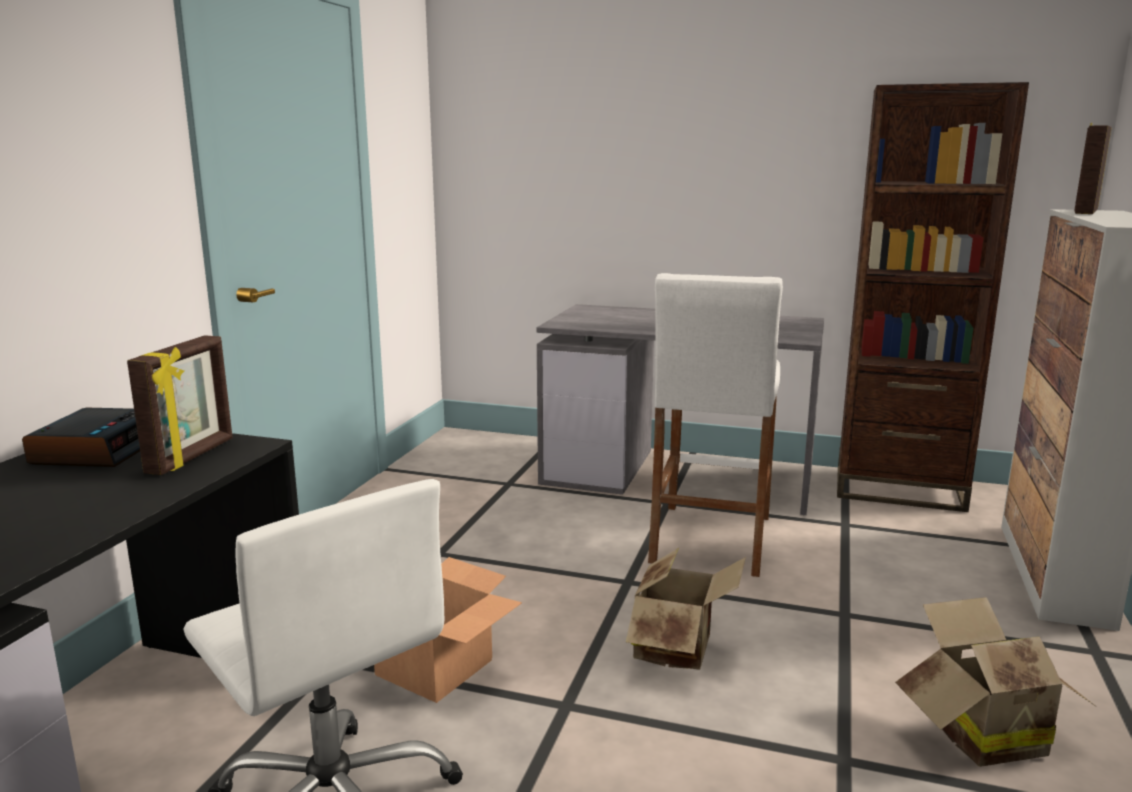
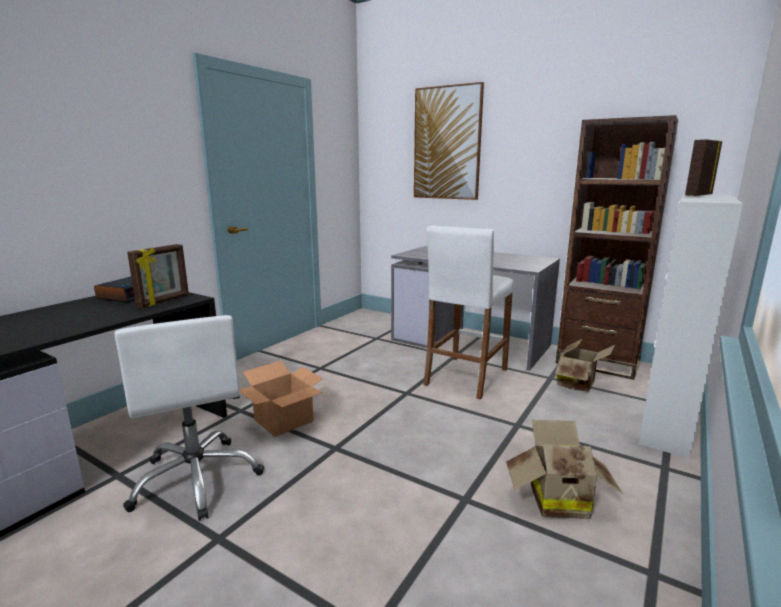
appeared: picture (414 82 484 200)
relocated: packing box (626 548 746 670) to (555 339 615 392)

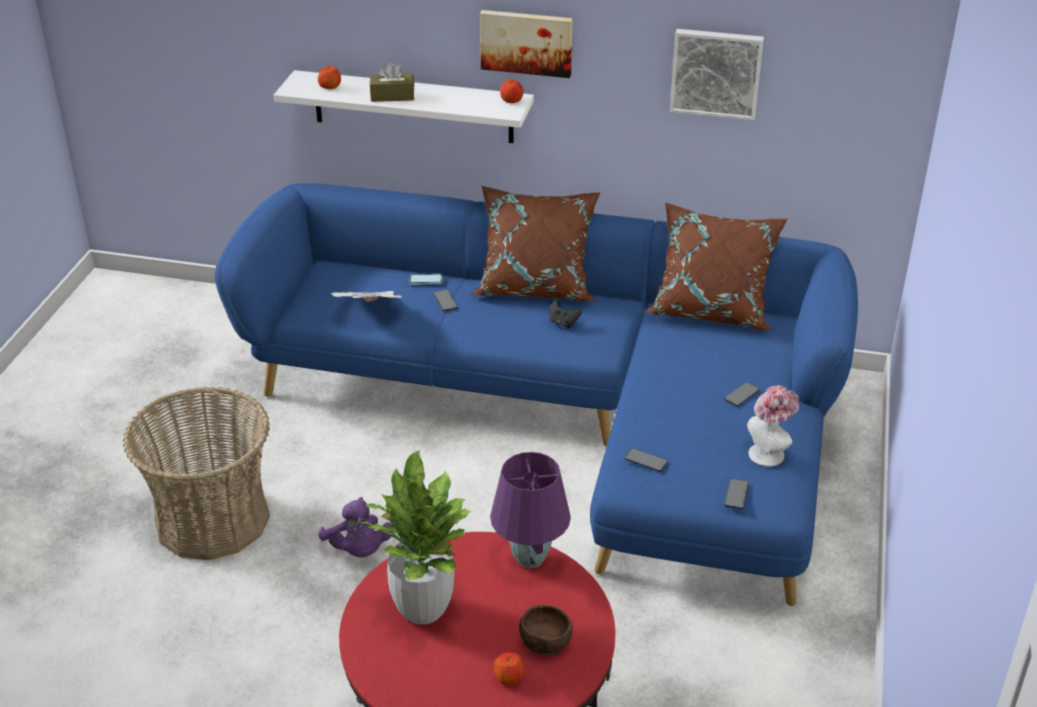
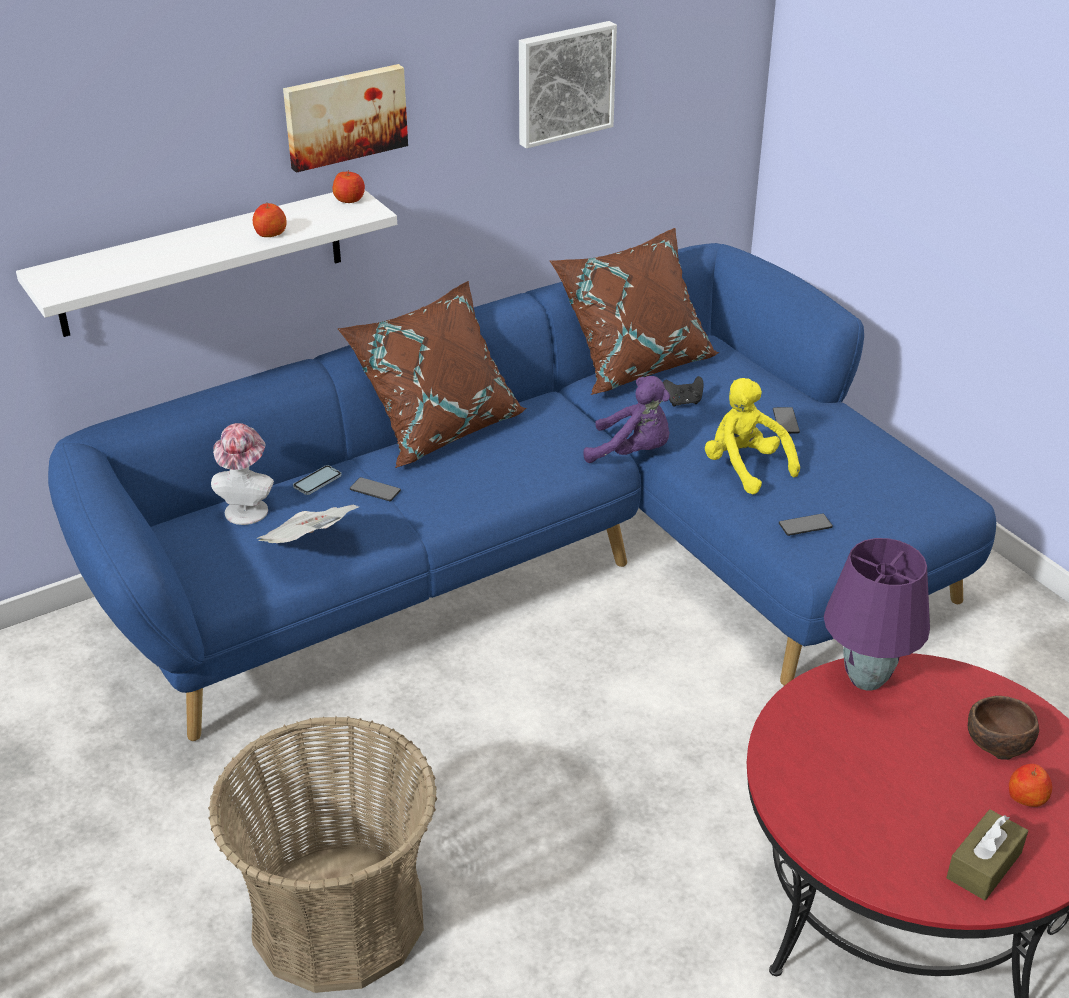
missing: houseplant (353 450 471 625); handset (725 478 749 509)
appeared: plush toy in yellow (705 378 800 494)
relocated: box of tissues in brown-coloured (370 62 414 102) to (946 809 1028 900); whole apple (318 65 341 89) to (253 203 287 237); game controller in blackish (549 300 582 328) to (663 376 704 407); clothing hat (747 385 799 467) to (211 423 274 525); plush toy in purple (318 497 393 557) to (584 376 670 463)

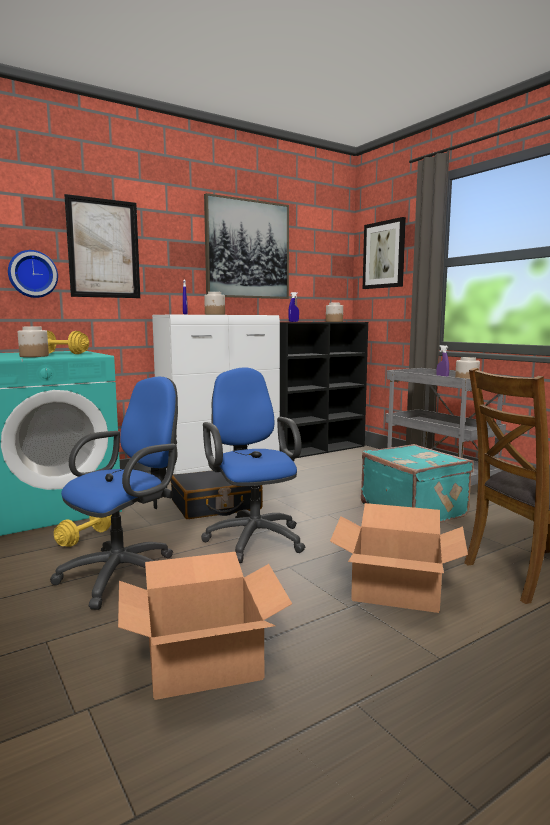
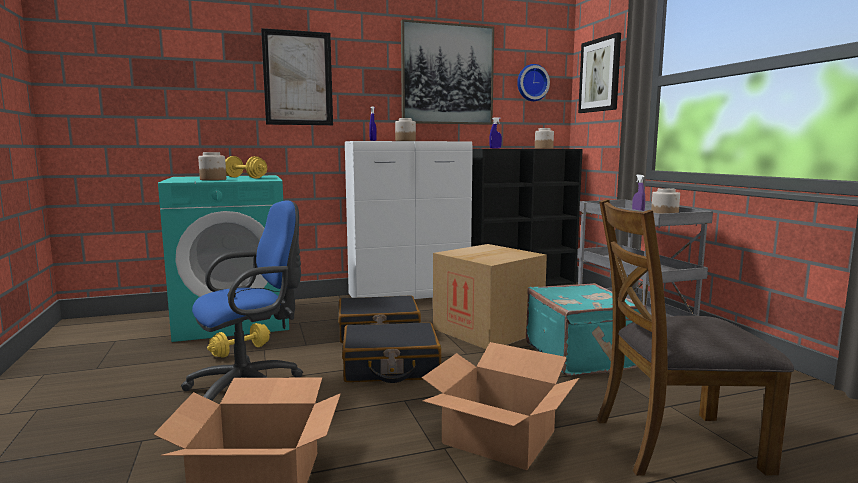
appeared: packing box (433 244 547 349)
relocated: clock on the wall (8 250 58 298) to (517 64 550 101)
exchanged: desk chair in bluish (201 367 305 563) to suitcase in blackish (342 322 441 383)

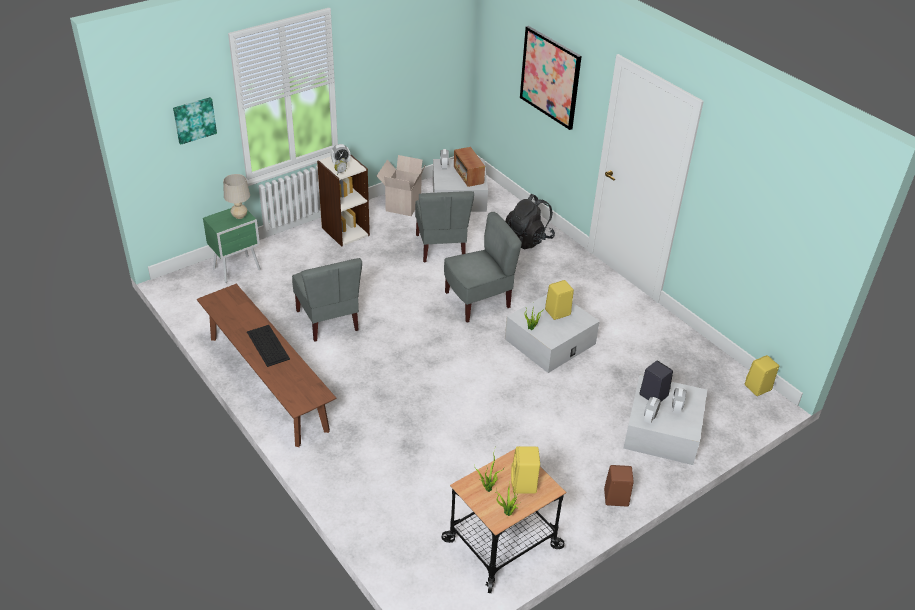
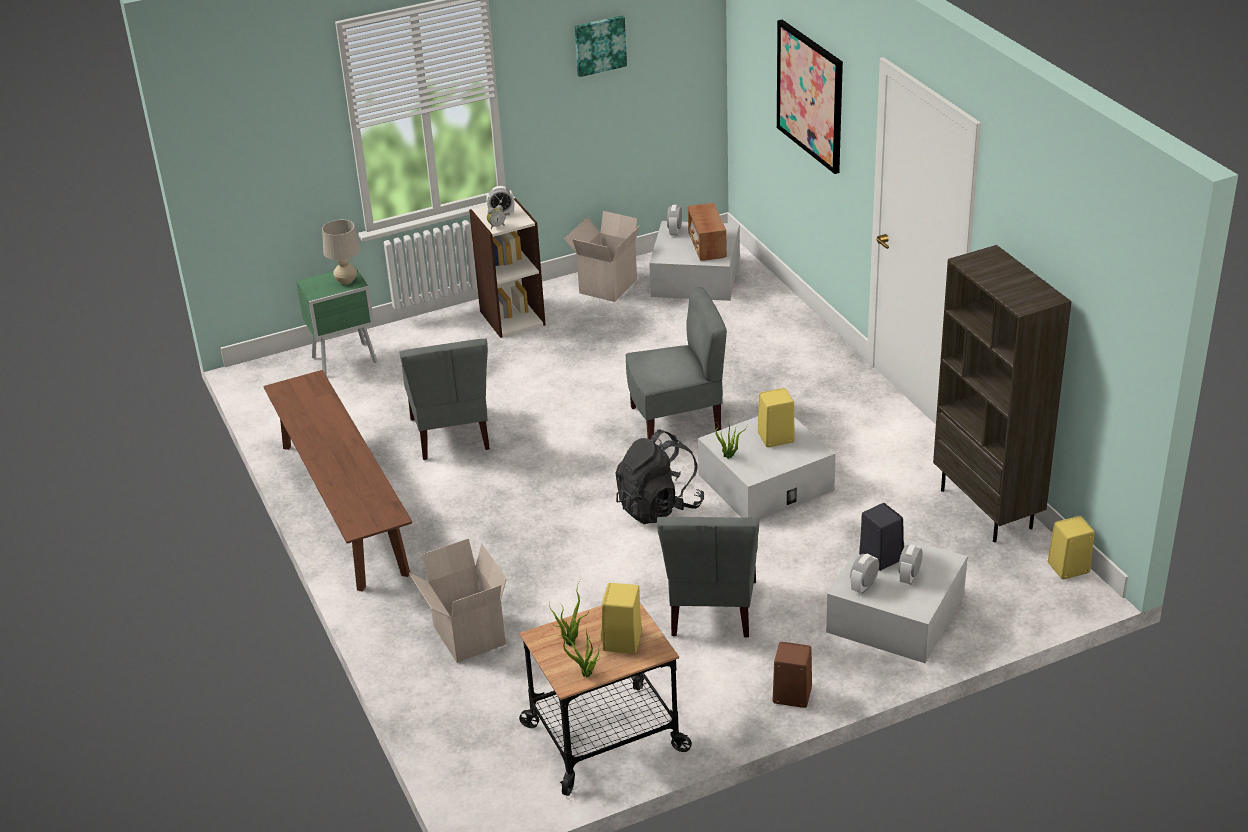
missing: keyboard (247 325 290 367)
appeared: bookcase in brown-coloured (933 245 1072 542); packing box (409 538 507 663)
relocated: picture (173 97 217 144) to (575 16 627 77); plain chair in gray (415 191 474 262) to (657 517 759 638); backpack in blackish (505 194 555 249) to (616 429 704 524)

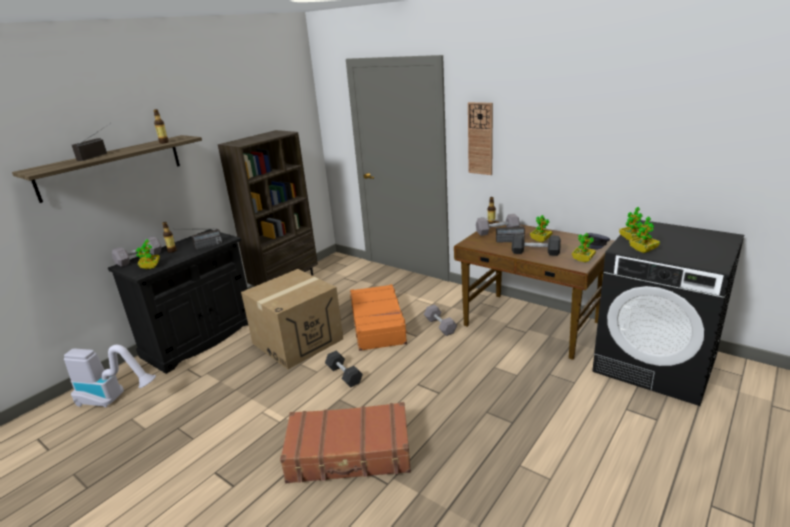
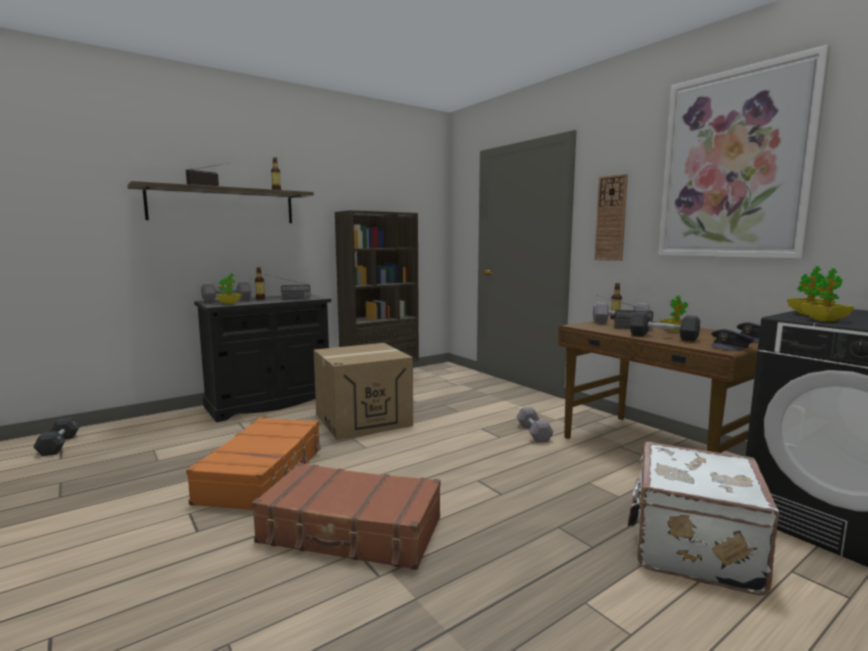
missing: vacuum cleaner (64 345 156 407)
appeared: picture (658 45 831 259); suitcase in white-coloured (628 442 780 595)
relocated: suitcase in orangey (350 284 409 351) to (186 417 321 510); free weight in blackish (325 351 363 387) to (33 417 80 456)
exchanged: houseplant (572 233 596 262) to baseball cap in gray (711 329 755 351)

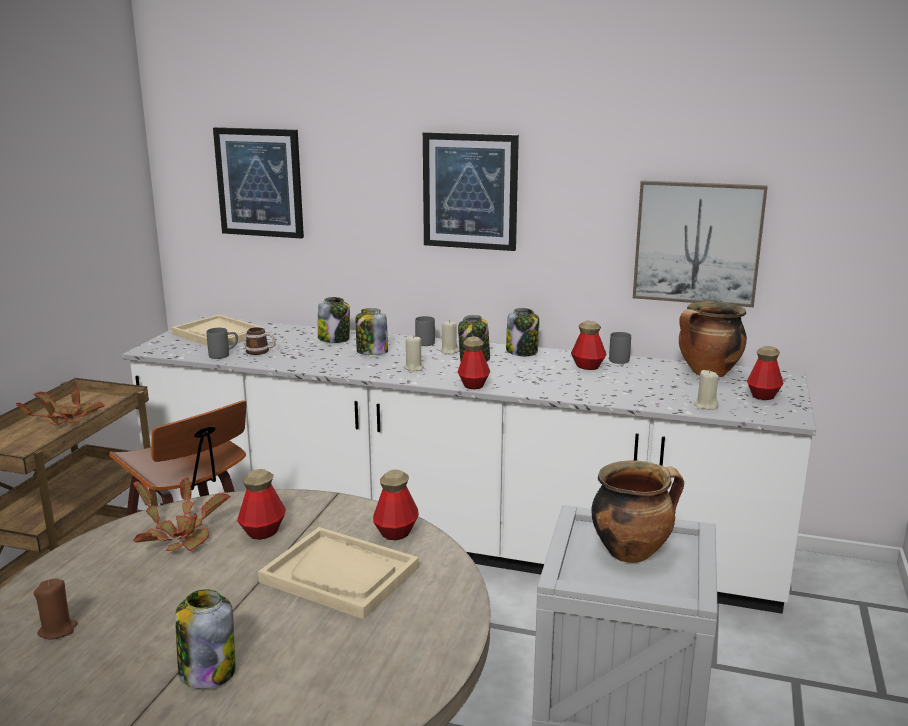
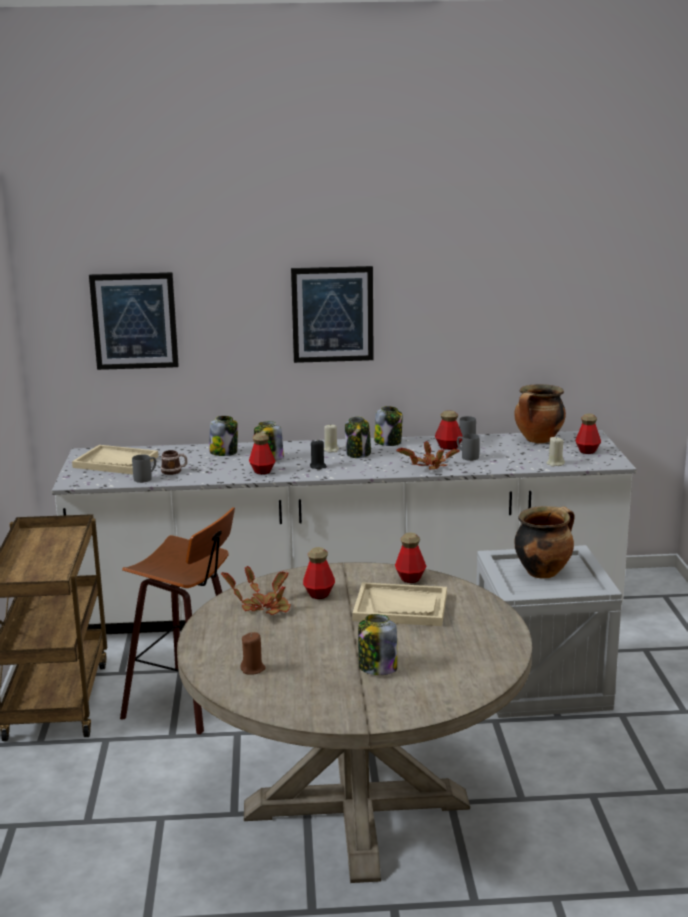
missing: picture (633 180 768 307)
relocated: tea mug in gray (415 316 435 346) to (457 434 480 461); drink bottle (458 337 490 389) to (249 433 275 475); houseplant (16 388 105 425) to (397 441 460 470)
colour: candle in beige (404 335 424 371) to candle in blackish (310 439 327 469)

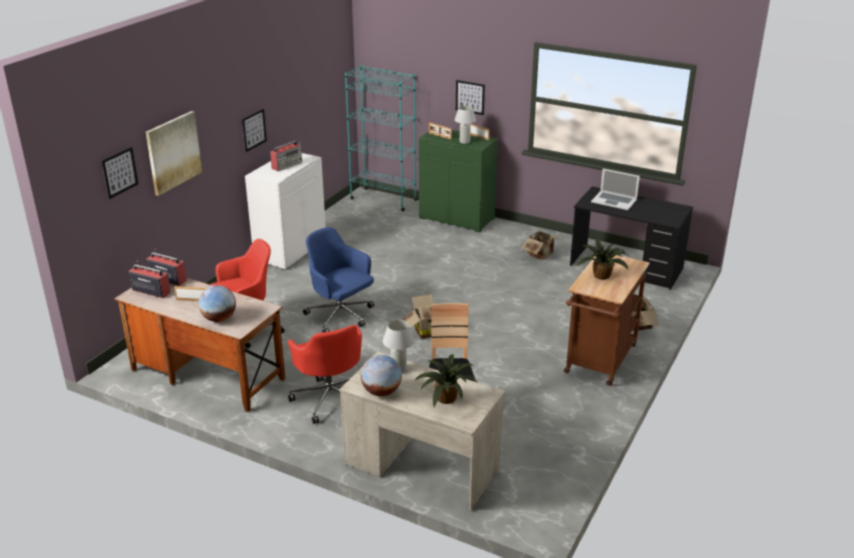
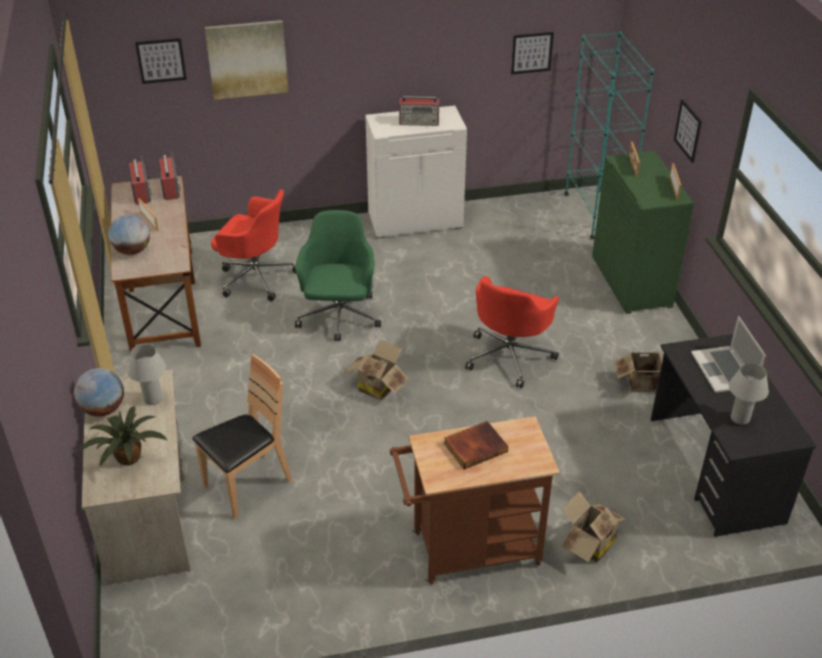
relocated: table lamp in white-coloured (455 105 476 144) to (729 363 769 425); picture (242 109 267 152) to (511 32 554 75); desk chair in reddish (288 325 362 424) to (465 276 559 388)
exchanged: houseplant (578 239 629 280) to bound book (444 421 508 470)
colour: desk chair in bluish (303 227 374 332) to desk chair in green-coloured (295 210 381 341)

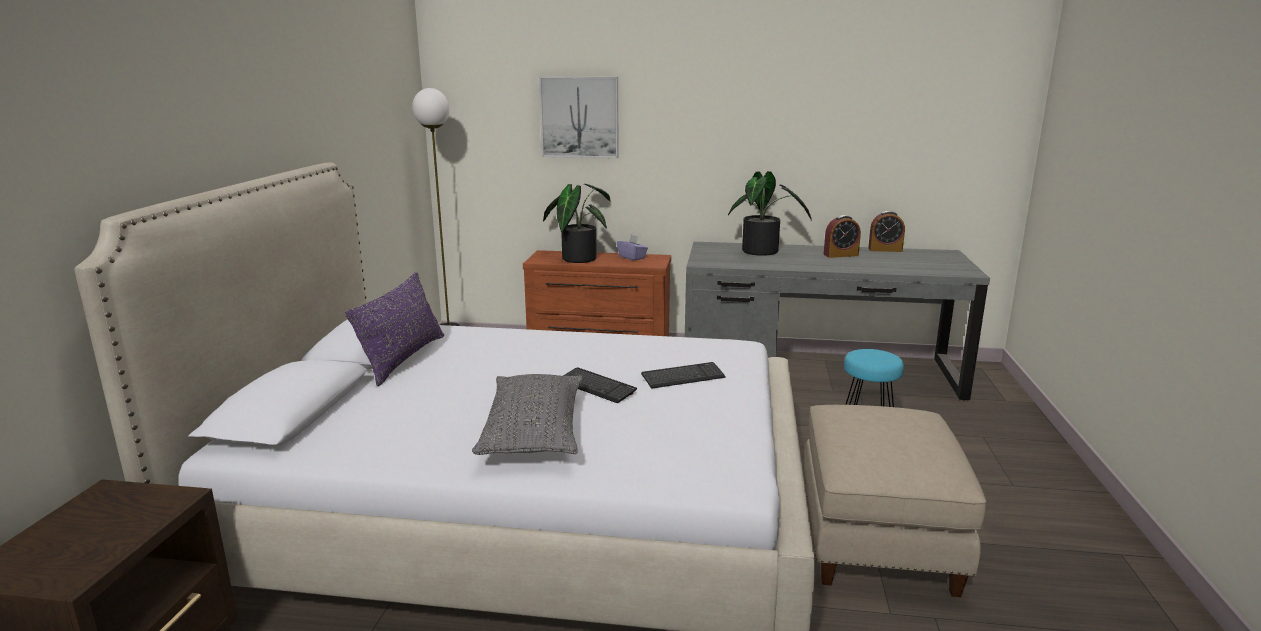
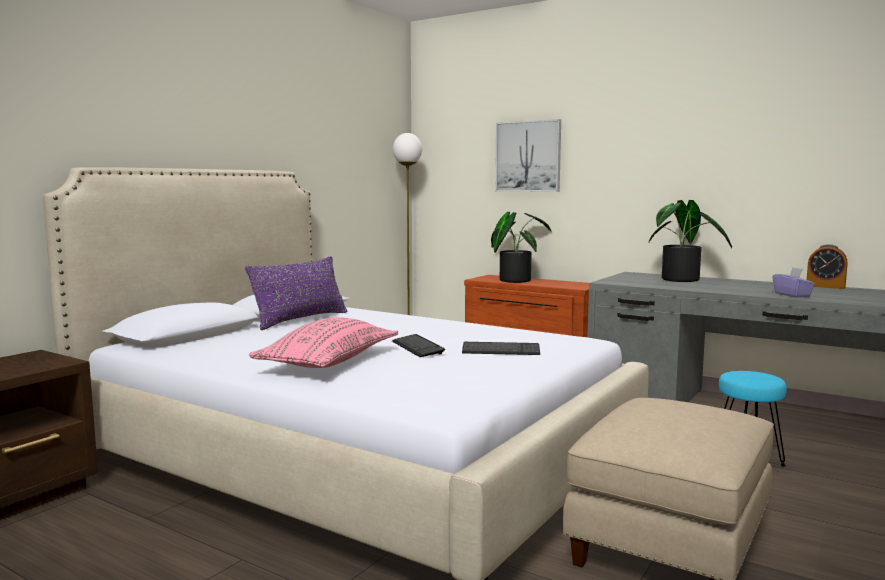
missing: table clock (823 215 861 258)
relocated: box of tissues in purple (617 235 648 261) to (772 268 815 297)
colour: pillow in gray (472 374 582 455) to pillow in pinkish (249 317 398 368)

